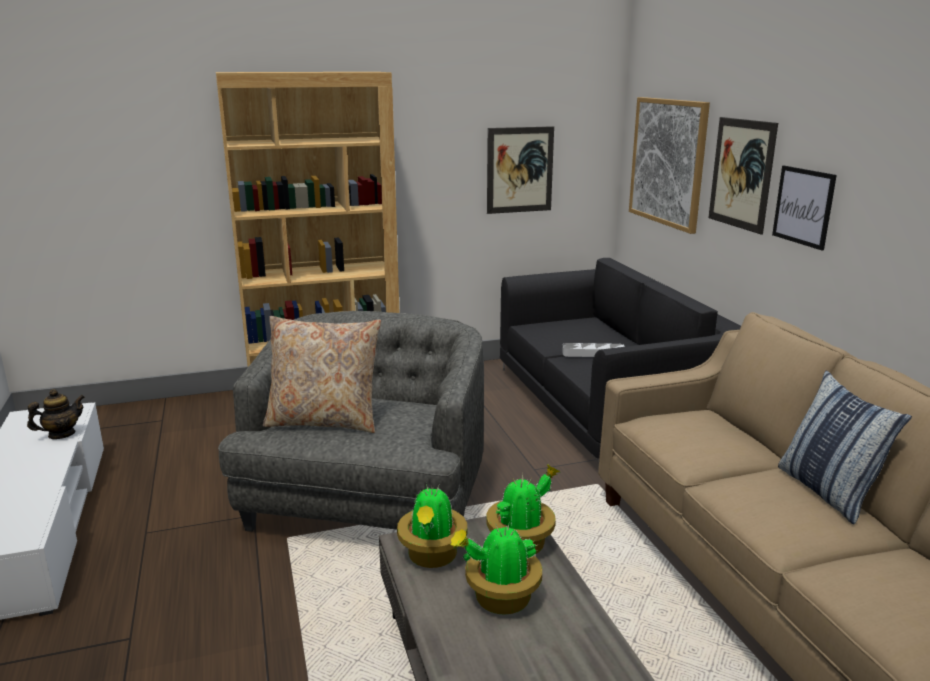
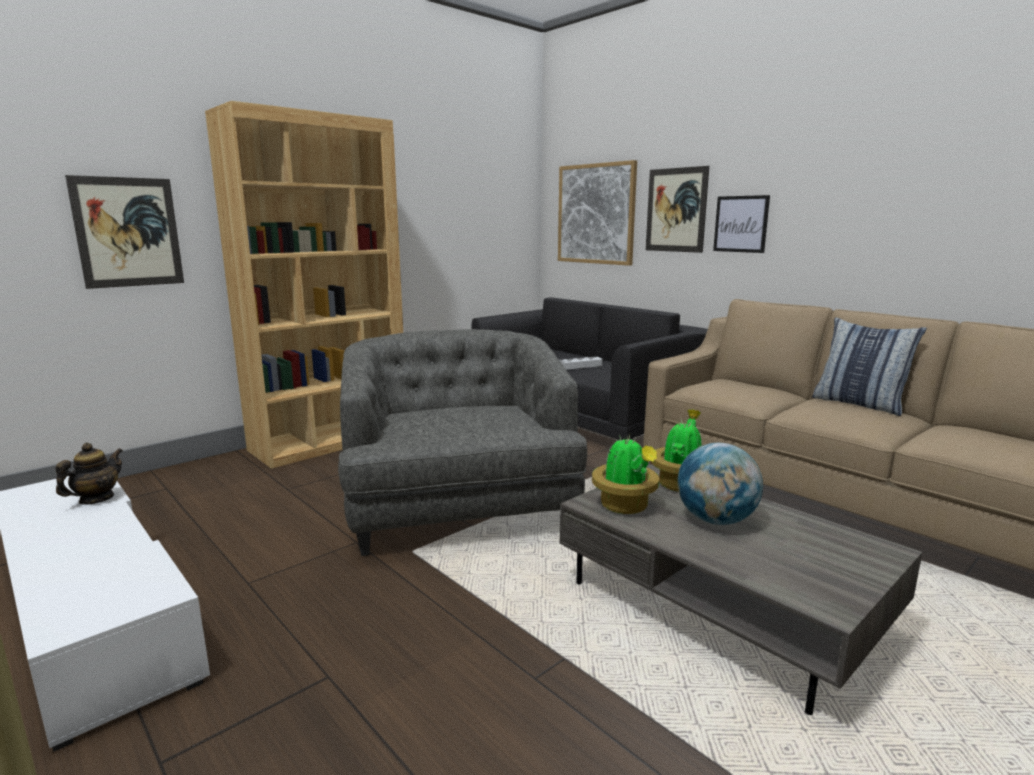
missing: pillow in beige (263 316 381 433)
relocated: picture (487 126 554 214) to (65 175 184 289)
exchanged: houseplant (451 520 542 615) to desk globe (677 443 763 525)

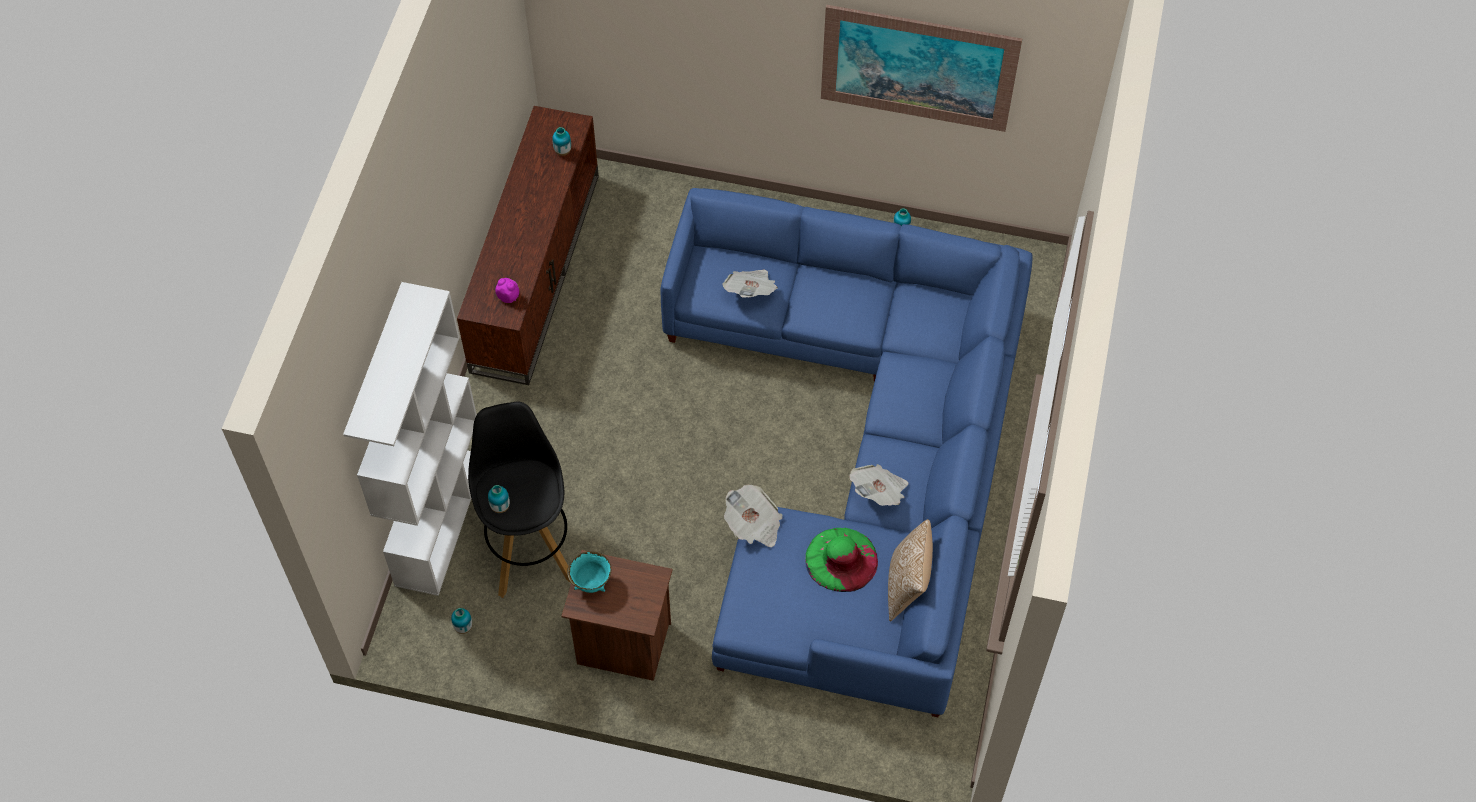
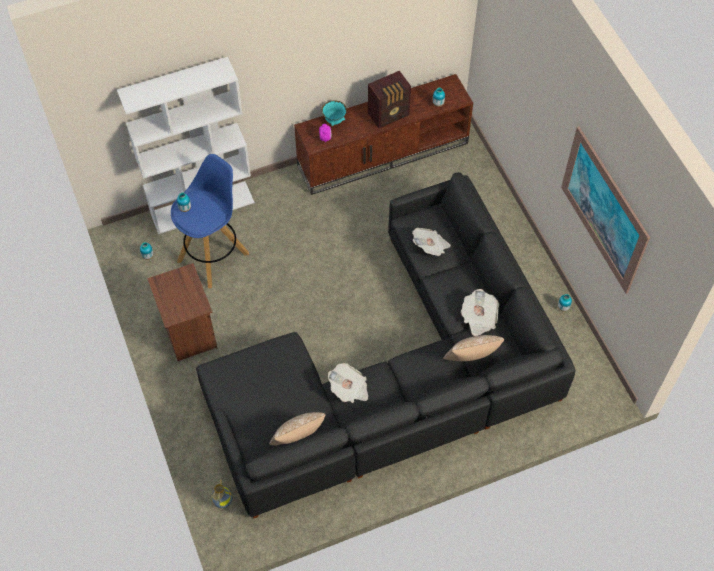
missing: clothing hat in green-coloured (805 528 878 592)
appeared: radio (368 71 411 128); pillow (443 335 504 361); vase (211 480 233 508)
relocated: newspaper (724 485 783 547) to (461 289 499 336); serving bowl in turquoise (567 551 611 593) to (321 100 347 126)
colour: sofa in bluish (661 188 1032 717) to sofa in blackish (196 172 576 518); sitting stool in blackish (468 402 571 598) to sitting stool in bluish (171 154 249 288)

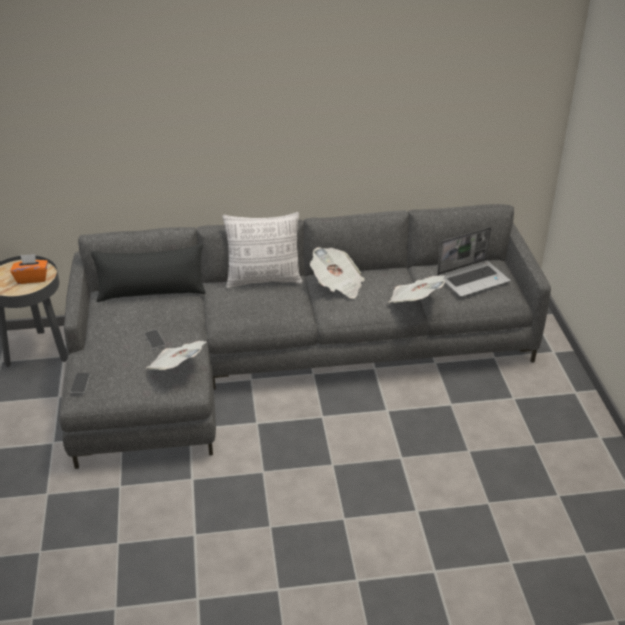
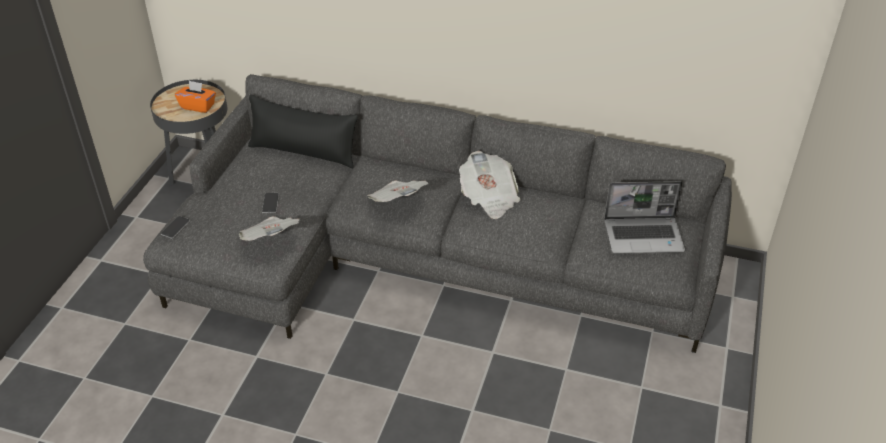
missing: pillow (222 212 303 288)
relocated: newspaper (388 275 445 303) to (367 180 429 202)

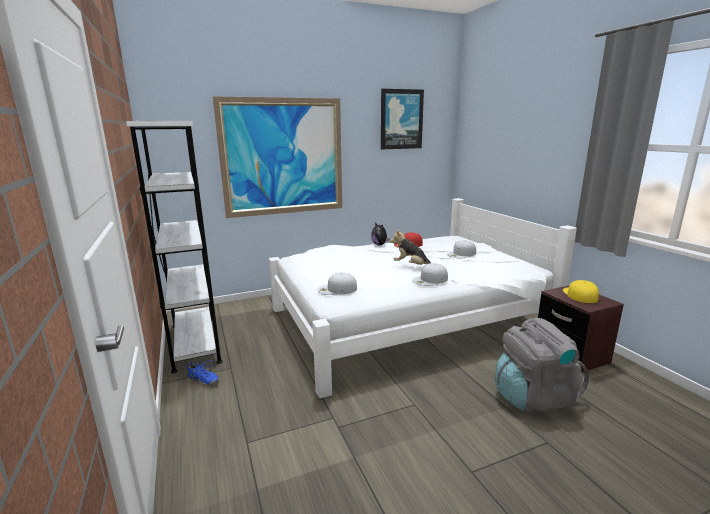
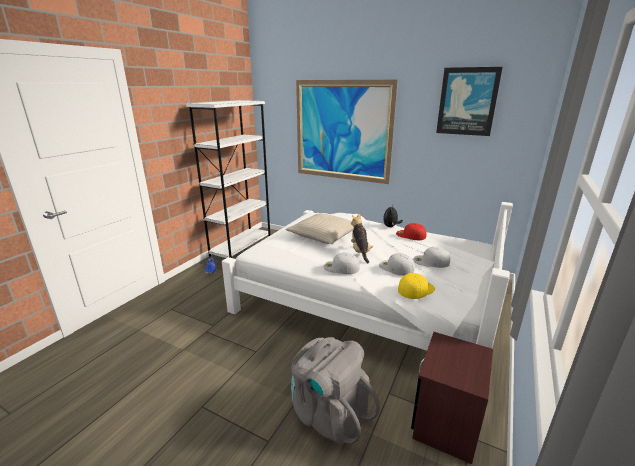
appeared: pillow in beige (285 213 354 244)
relocated: baseball cap in white-coloured (318 272 357 295) to (379 253 415 276); baseball cap in yellow (563 280 599 303) to (398 273 435 299)

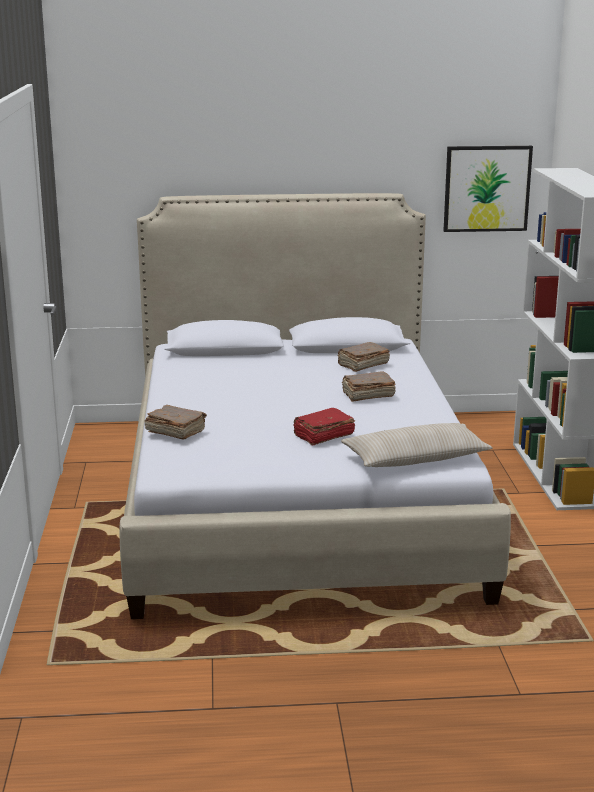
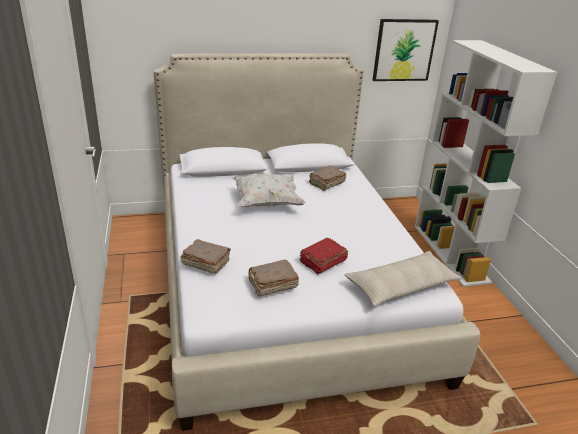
appeared: pillow in white-coloured (232 174 306 207)
relocated: bound book in brown-coloured (342 371 396 402) to (248 259 299 297)

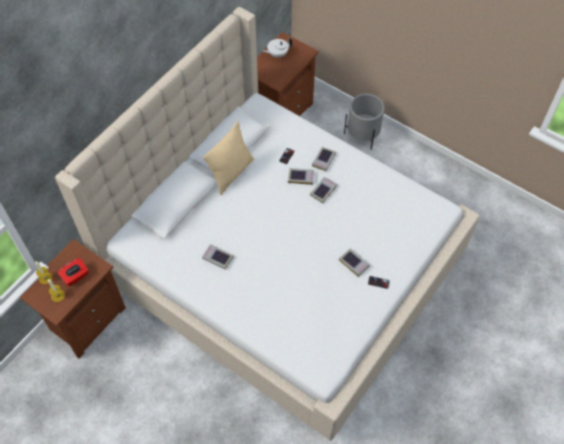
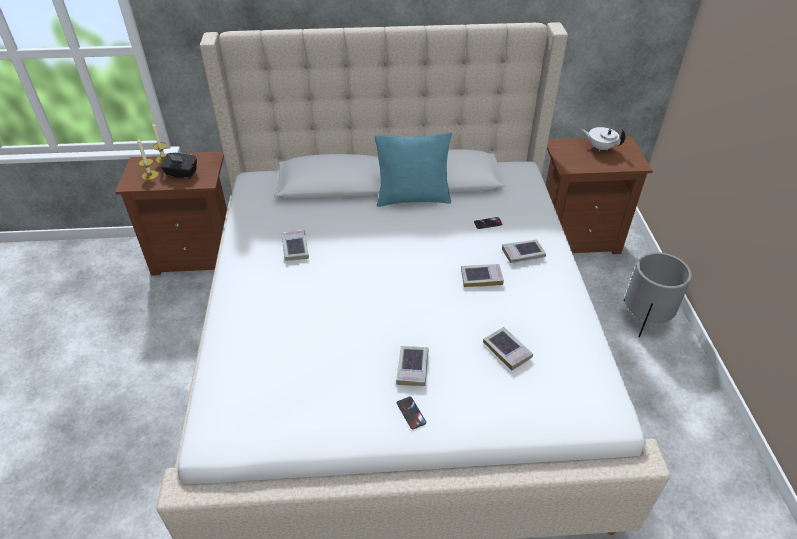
relocated: bound book (288 168 314 185) to (483 327 533 371)
colour: pillow in beige (203 121 254 195) to pillow in turquoise (375 132 452 207); box of tissues in reddish (58 258 89 286) to box of tissues in blackish (161 153 197 178)

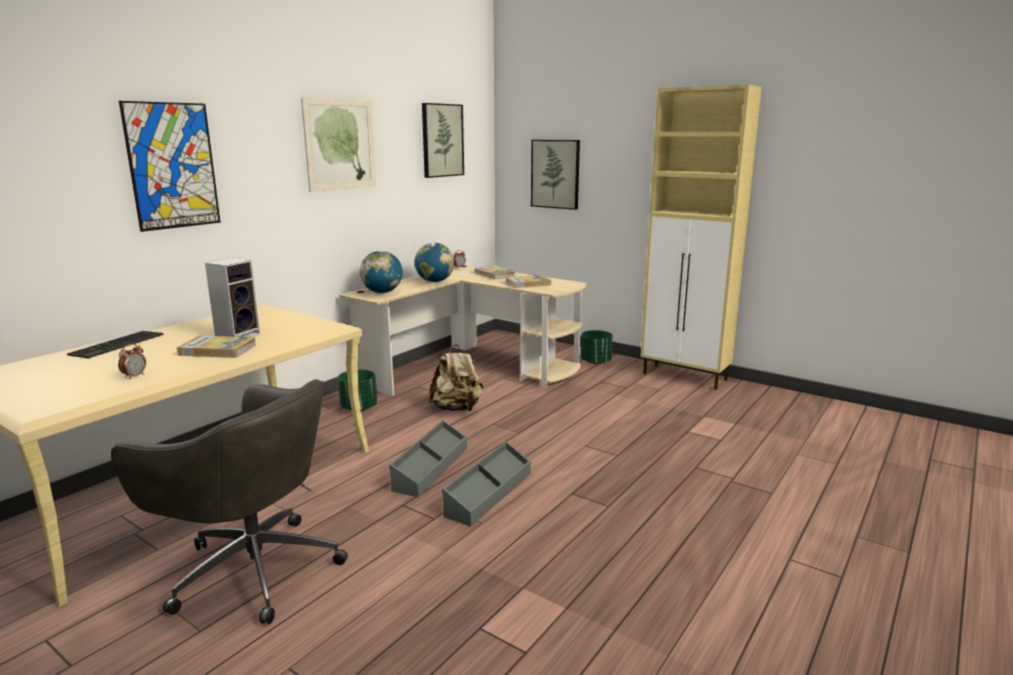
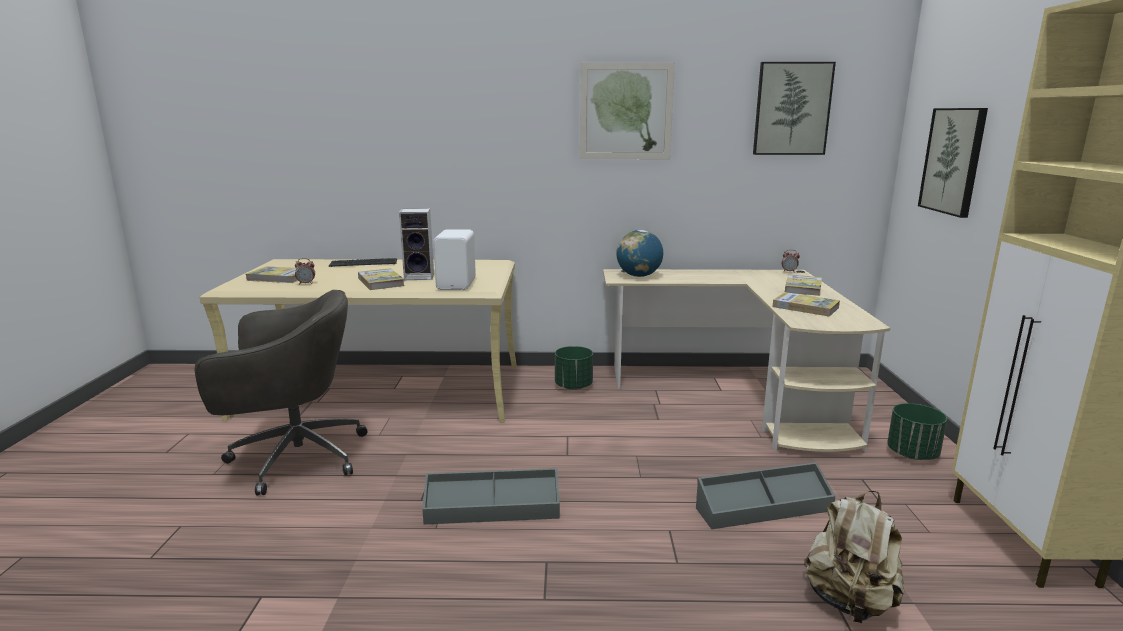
missing: picture (119 101 221 232); desk globe (415 243 454 282)
appeared: loudspeaker in white-coloured (433 229 476 290); bound book (246 266 298 283)
relocated: backpack in beige (428 344 483 411) to (804 491 904 623); storage container in gray (389 420 467 497) to (696 462 835 529)
spun: desk chair in gray (111 379 348 624) = (194 290 367 496) 90 degrees counterclockwise

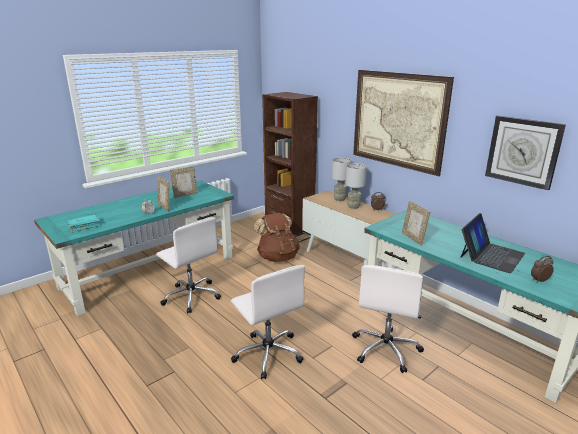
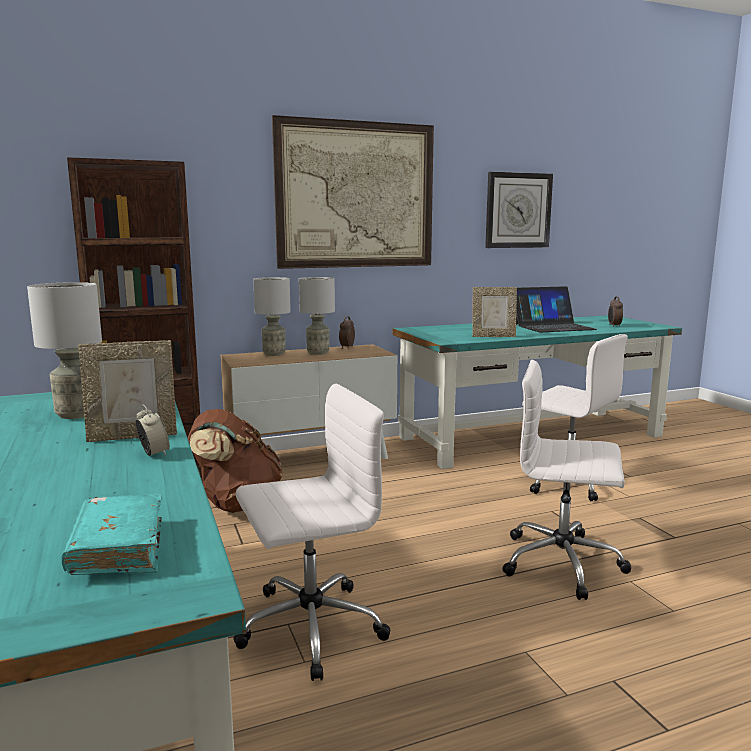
exchanged: picture frame (170 166 198 198) to table lamp in gray (27 282 102 419)
spun: notebook computer (460 213 525 273) = (516 286 597 333) 105 degrees clockwise; desk chair in white-coloured (231 265 305 379) = (502 360 631 600) 150 degrees counterclockwise

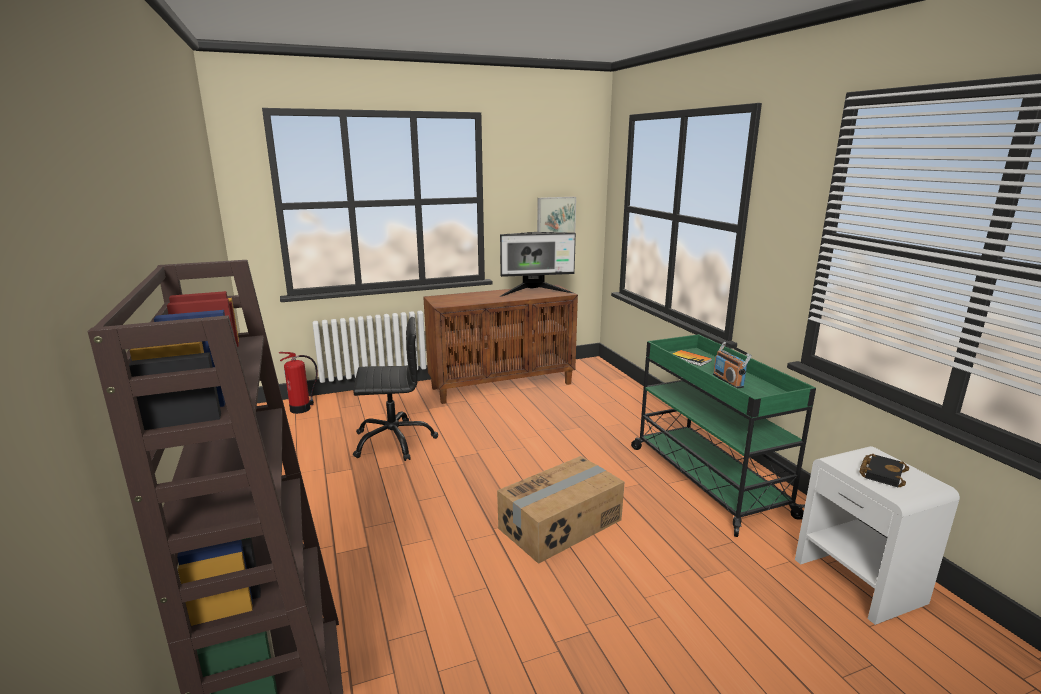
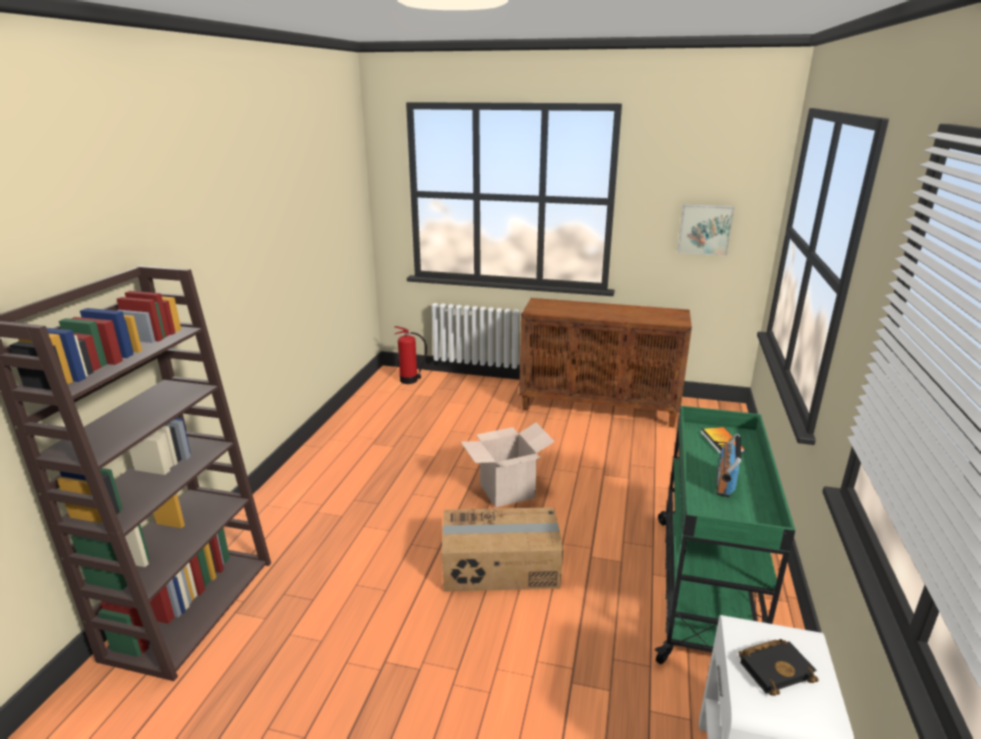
missing: computer screen (499 232 576 297); desk chair in blackish (353 317 438 461)
appeared: packing box (461 423 555 508)

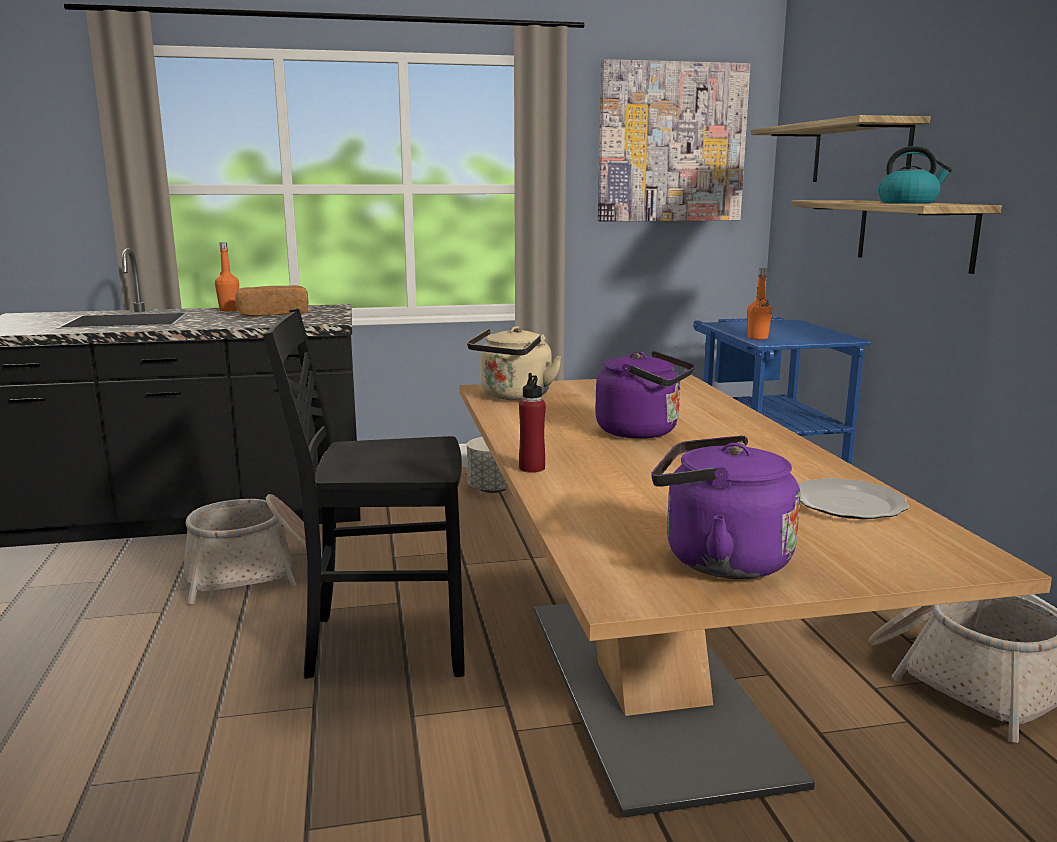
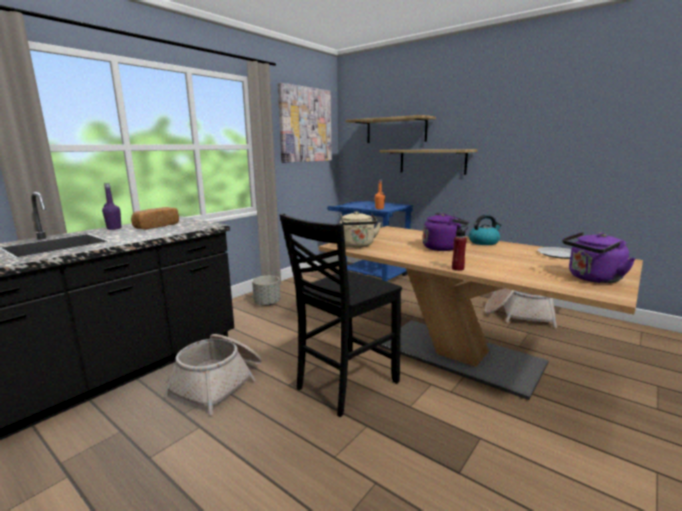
relocated: water kettle (878 146 952 204) to (469 215 502 245)
colour: drink bottle in orangey (215 242 239 311) to drink bottle in purple (102 183 122 230)

